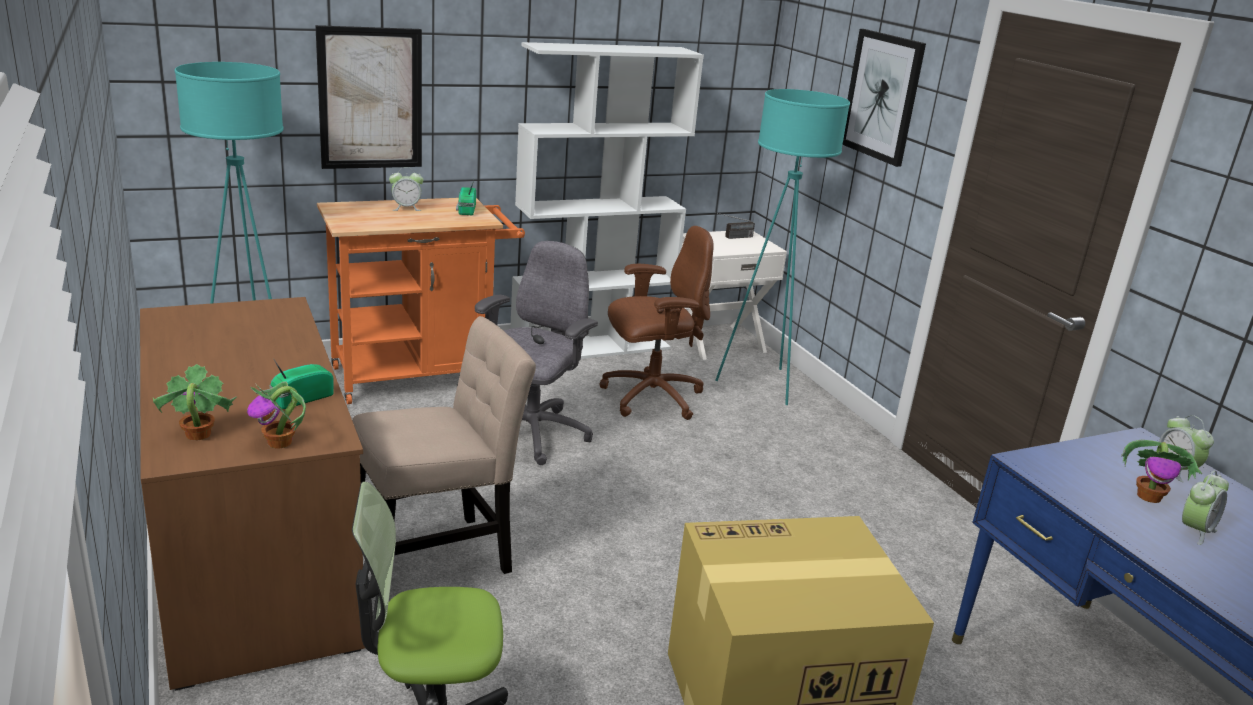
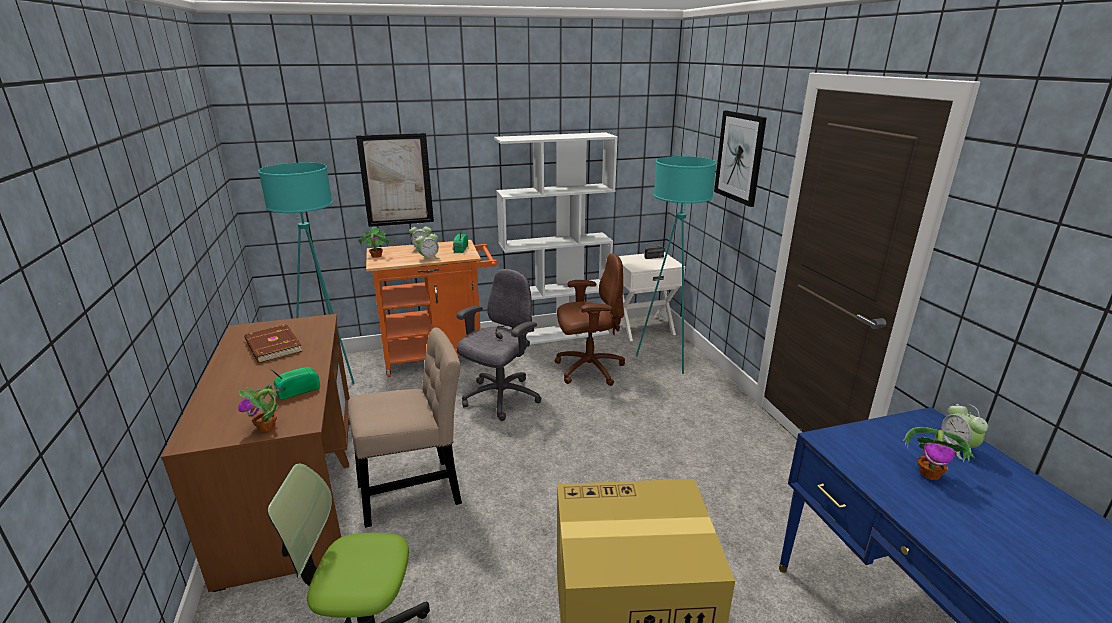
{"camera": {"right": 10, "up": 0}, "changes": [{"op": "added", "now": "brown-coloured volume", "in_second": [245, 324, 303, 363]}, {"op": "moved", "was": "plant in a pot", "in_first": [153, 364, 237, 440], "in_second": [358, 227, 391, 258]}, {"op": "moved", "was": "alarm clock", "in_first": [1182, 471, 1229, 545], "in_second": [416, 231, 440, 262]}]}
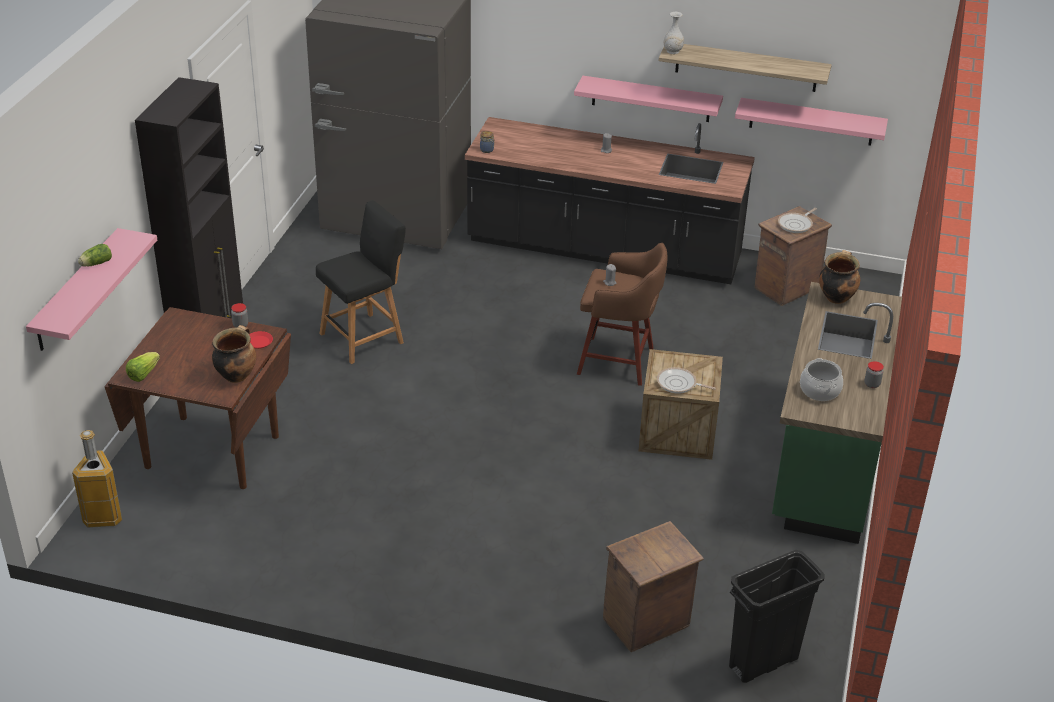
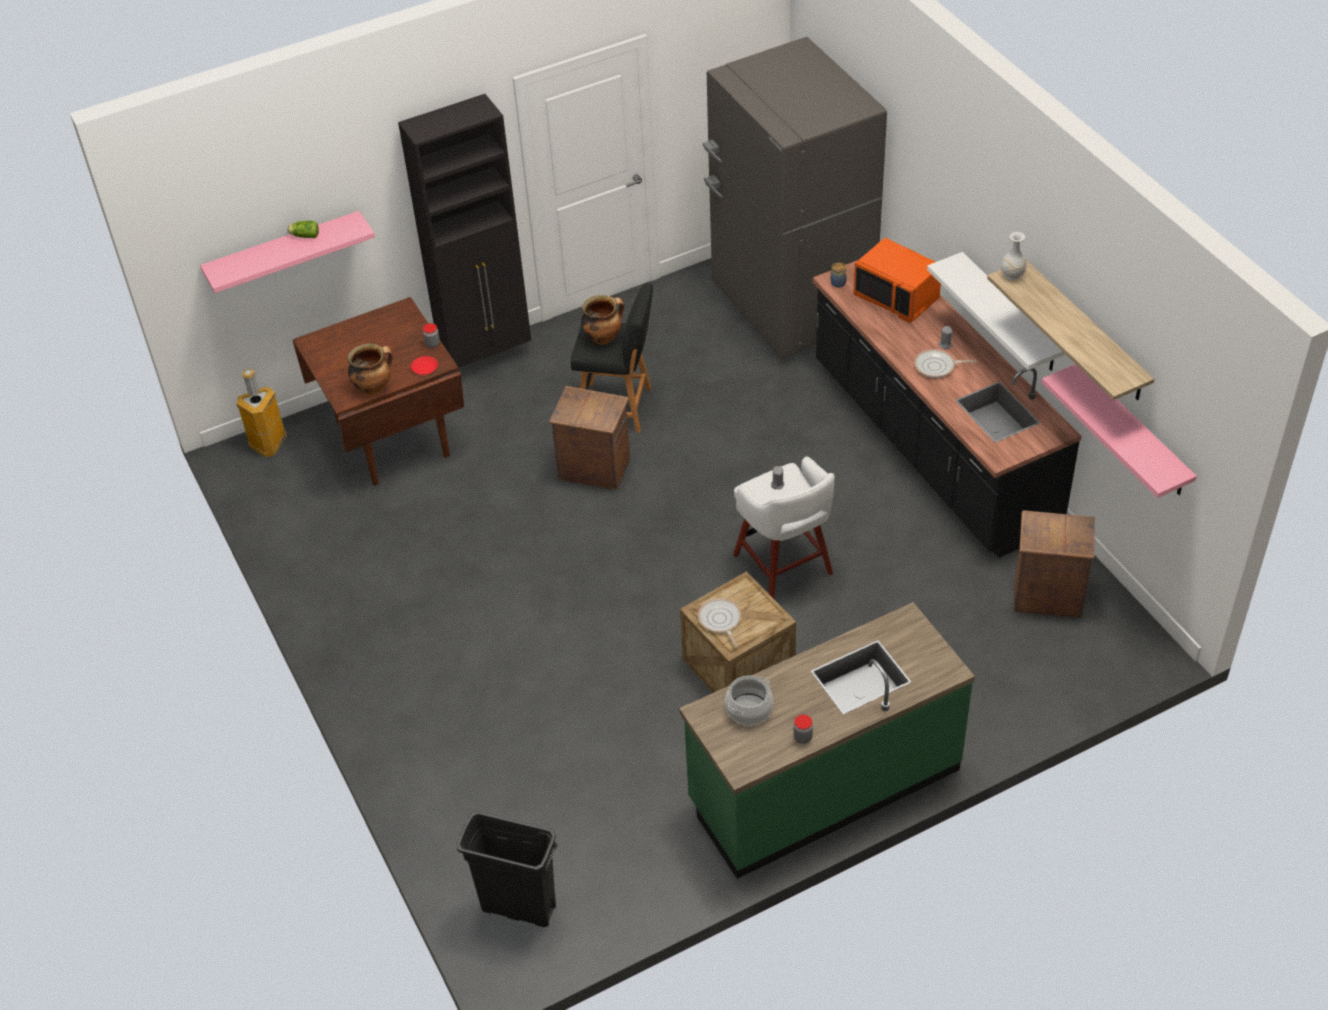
{"camera": {"right": 50, "up": 10}, "changes": [{"op": "removed", "was": "head of lettuce", "in_first": [126, 352, 160, 382]}, {"op": "added", "now": "orange-coloured kitchen microwave", "in_second": [853, 237, 941, 323]}, {"op": "moved", "was": "crate", "in_first": [603, 521, 704, 652], "in_second": [549, 386, 630, 490]}, {"op": "moved", "was": "pan", "in_first": [778, 208, 817, 233], "in_second": [914, 349, 977, 378]}, {"op": "moved", "was": "saucepot", "in_first": [819, 250, 860, 304], "in_second": [581, 295, 624, 345]}, {"op": "recoloured", "was": "pinkish bracket shelf", "now": "white-coloured bracket shelf", "in_first": [574, 76, 723, 122], "in_second": [927, 252, 1065, 371]}, {"op": "recoloured", "was": "brown-coloured sitting stool", "now": "white-coloured sitting stool", "in_first": [577, 243, 668, 386], "in_second": [733, 456, 835, 599]}]}
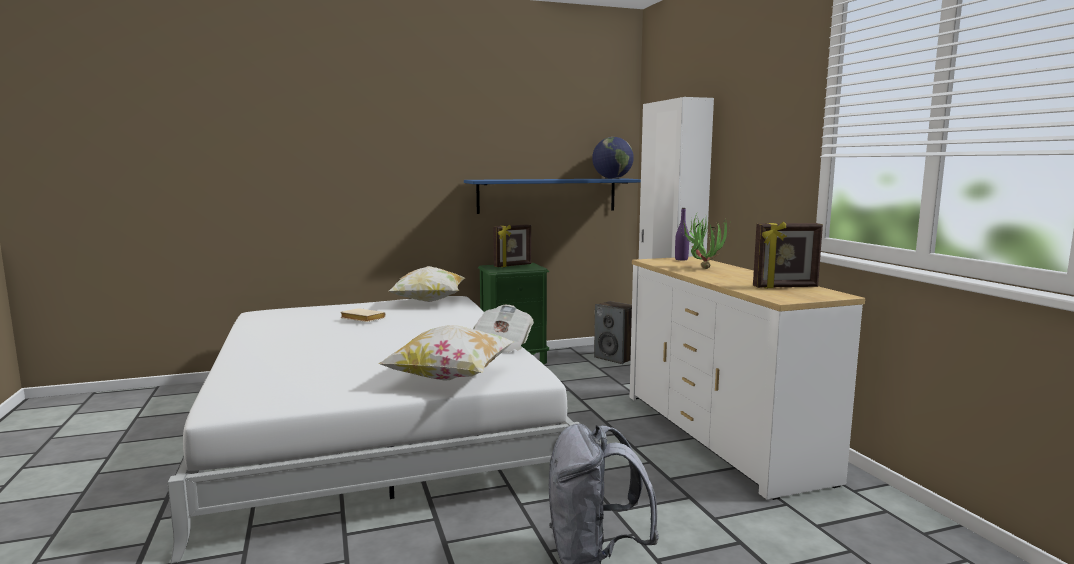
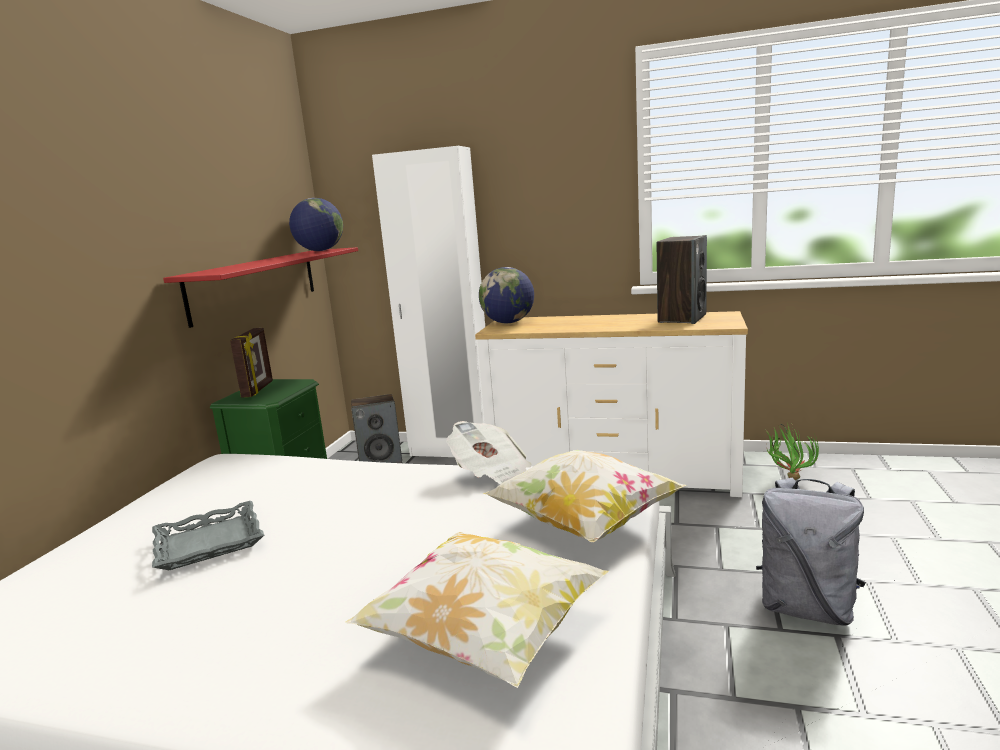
{"camera": {"right": -55, "up": 5}, "changes": [{"op": "moved", "was": "cushion", "in_first": [389, 266, 465, 302], "in_second": [345, 532, 609, 688]}, {"op": "moved", "was": "plant in a pot", "in_first": [681, 214, 727, 269], "in_second": [766, 423, 819, 480]}, {"op": "replaced", "was": "beige volume", "now": "grey tray", "in_first": [340, 308, 386, 322], "in_second": [152, 501, 264, 570]}, {"op": "replaced", "was": "purplish drink bottle", "now": "world globe", "in_first": [675, 208, 689, 260], "in_second": [479, 267, 534, 323]}, {"op": "replaced", "was": "photo frame", "now": "speaker", "in_first": [753, 222, 823, 288], "in_second": [657, 235, 707, 324]}, {"op": "recoloured", "was": "blue bracket shelf", "now": "reddish bracket shelf", "in_first": [464, 178, 641, 214], "in_second": [163, 247, 358, 328]}]}
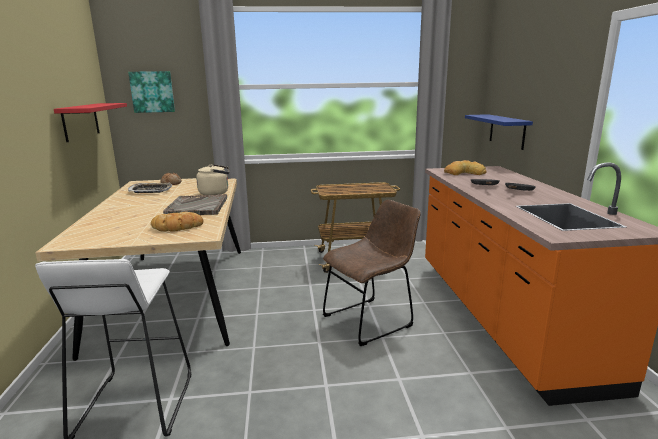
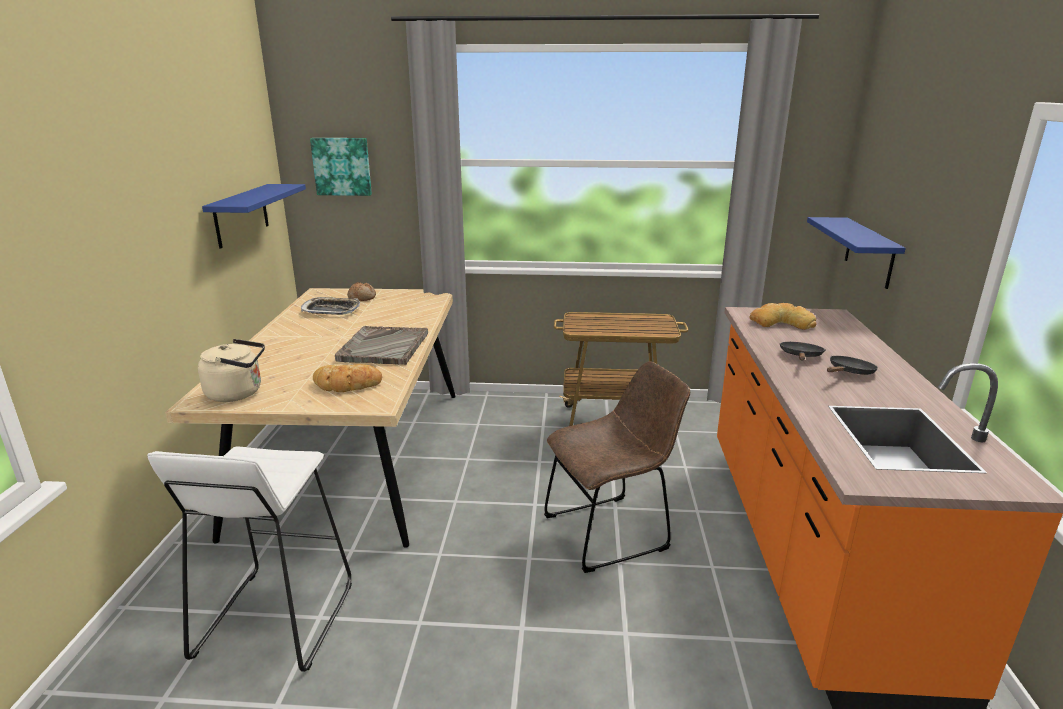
{"camera": {"right": 10, "up": 5}, "changes": [{"op": "moved", "was": "beige tea kettle", "in_first": [196, 164, 229, 195], "in_second": [198, 339, 265, 402]}, {"op": "recoloured", "was": "reddish bracket shelf", "now": "blue bracket shelf", "in_first": [54, 103, 127, 142], "in_second": [202, 184, 306, 248]}]}
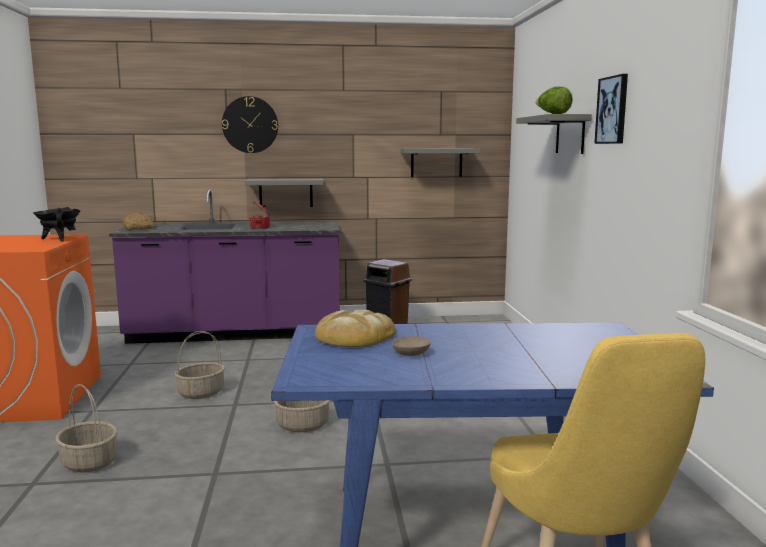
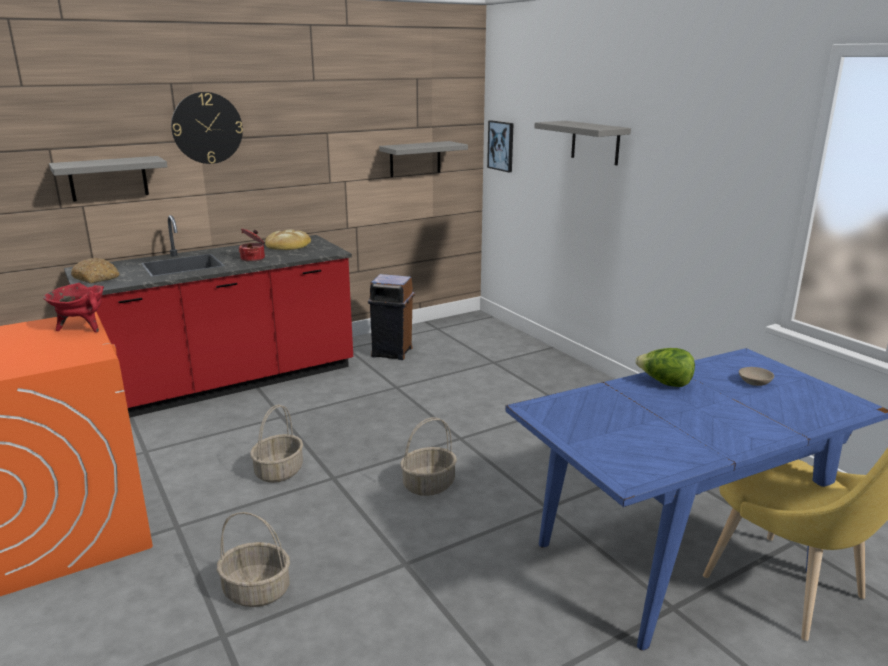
{"camera": {"right": -25, "up": 10}, "changes": [{"op": "moved", "was": "grey bracket shelf", "in_first": [245, 178, 324, 207], "in_second": [49, 156, 167, 202]}, {"op": "moved", "was": "bakery bread", "in_first": [315, 310, 396, 347], "in_second": [265, 229, 311, 250]}, {"op": "moved", "was": "beige serving bowl", "in_first": [392, 336, 431, 356], "in_second": [739, 367, 774, 386]}, {"op": "moved", "was": "head of lettuce", "in_first": [536, 86, 573, 114], "in_second": [635, 348, 695, 387]}, {"op": "moved", "was": "picture", "in_first": [594, 74, 628, 144], "in_second": [487, 120, 514, 173]}, {"op": "recoloured", "was": "black saucepot", "now": "reddish saucepot", "in_first": [33, 207, 81, 242], "in_second": [43, 283, 104, 333]}, {"op": "recoloured", "was": "purplish kitchen base unit", "now": "reddish kitchen base unit", "in_first": [109, 189, 340, 344], "in_second": [64, 215, 353, 418]}]}
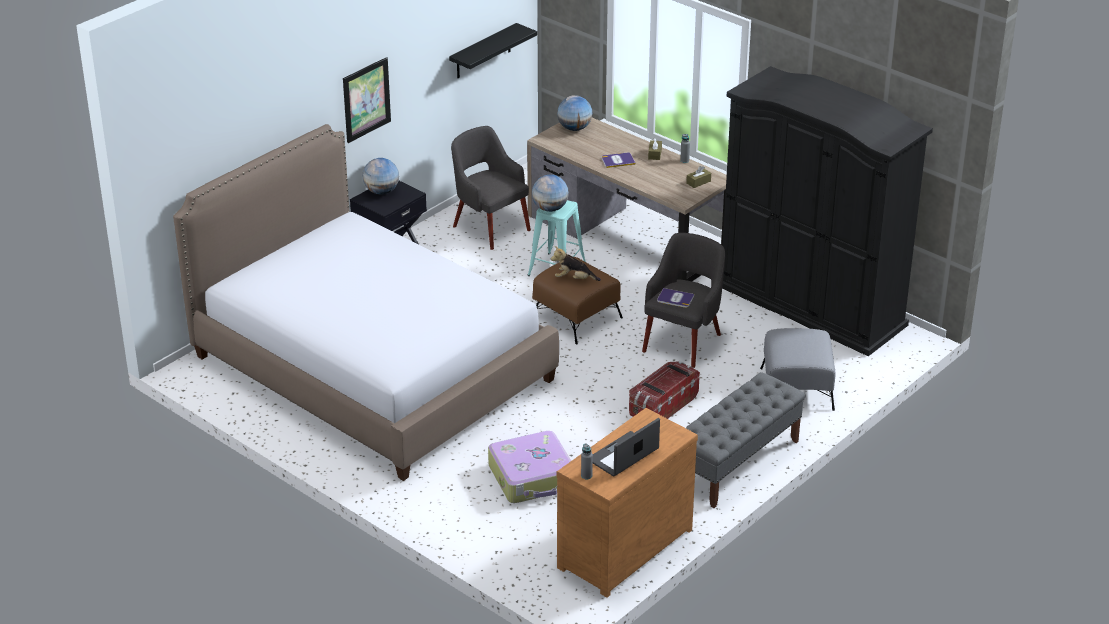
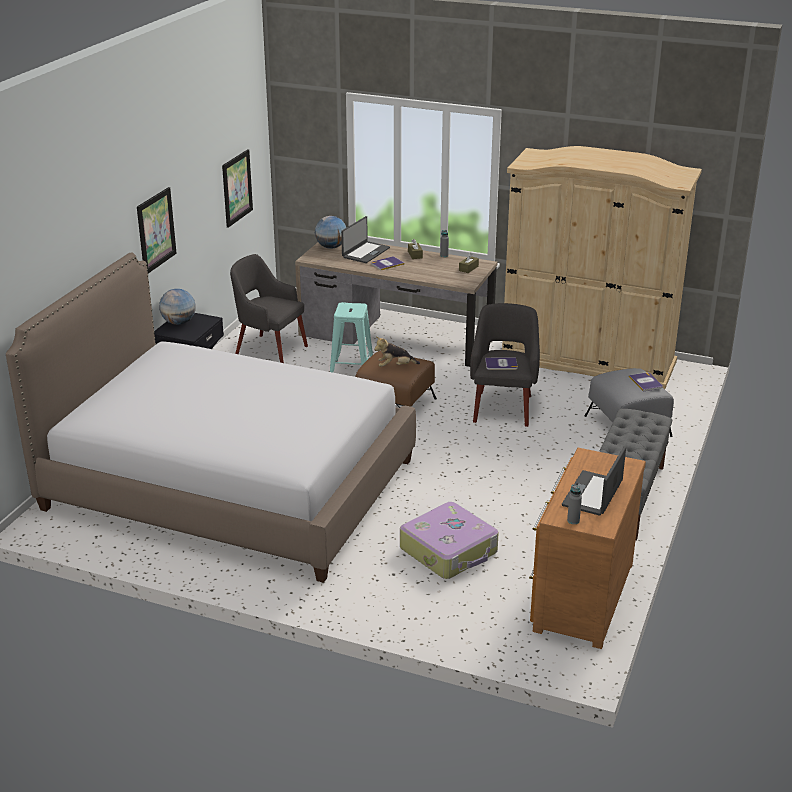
{"camera": {"right": -20, "up": -5}, "changes": [{"op": "removed", "was": "world globe", "in_first": [532, 175, 569, 212]}, {"op": "removed", "was": "storage bin", "in_first": [629, 361, 700, 419]}, {"op": "added", "now": "notebook computer", "in_second": [341, 216, 390, 263]}, {"op": "added", "now": "volume", "in_second": [629, 372, 663, 392]}, {"op": "replaced", "was": "black bracket shelf", "now": "picture", "in_first": [449, 23, 537, 78], "in_second": [222, 149, 253, 228]}, {"op": "recoloured", "was": "black armoire", "now": "beige armoire", "in_first": [722, 66, 933, 356], "in_second": [502, 146, 702, 389]}]}
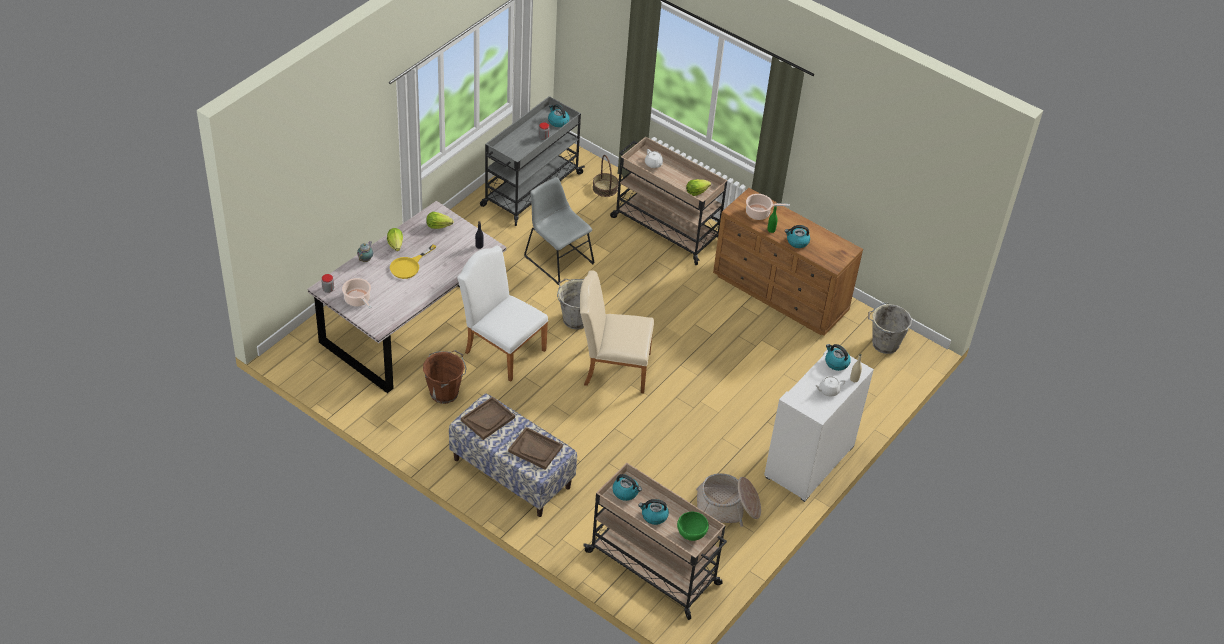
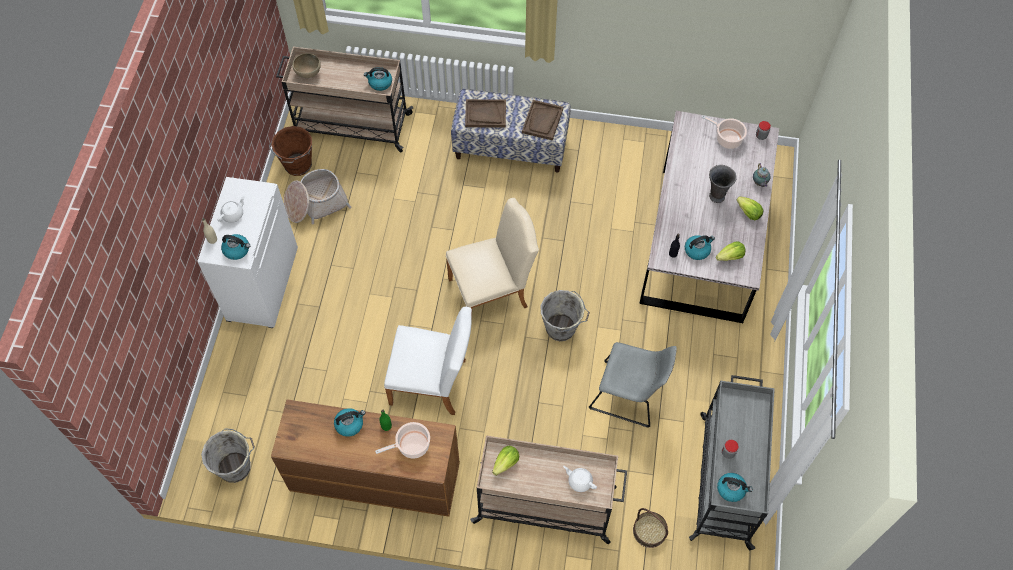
{"camera": {"right": 155, "up": 15}, "changes": [{"op": "moved", "was": "brown-coloured water bucket", "in_first": [423, 350, 467, 404], "in_second": [269, 126, 312, 176]}, {"op": "moved", "was": "white-coloured chair", "in_first": [457, 246, 548, 382], "in_second": [384, 307, 472, 415]}, {"op": "moved", "was": "tea kettle", "in_first": [639, 499, 669, 525], "in_second": [685, 235, 715, 260]}, {"op": "replaced", "was": "yellow-coloured pan", "now": "grey flower vase", "in_first": [390, 244, 437, 279], "in_second": [709, 165, 737, 203]}, {"op": "recoloured", "was": "green serving bowl", "now": "brown-coloured serving bowl", "in_first": [677, 512, 709, 541], "in_second": [292, 53, 321, 78]}]}
